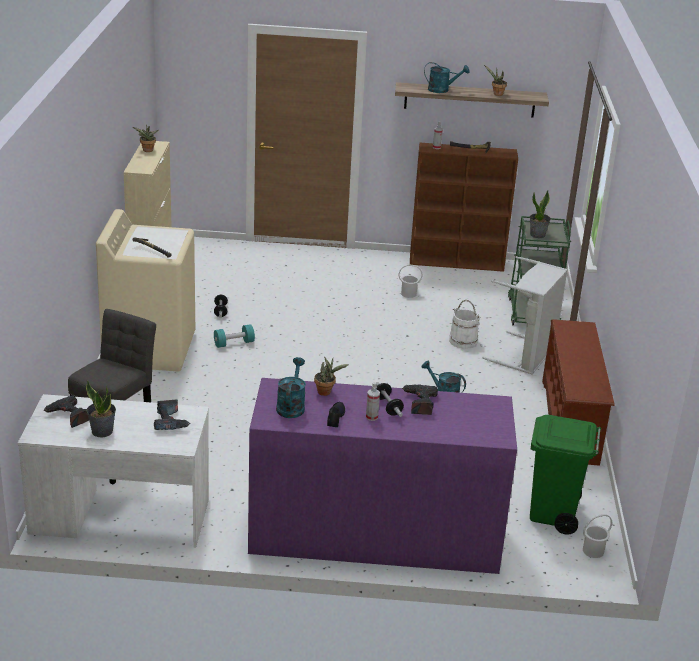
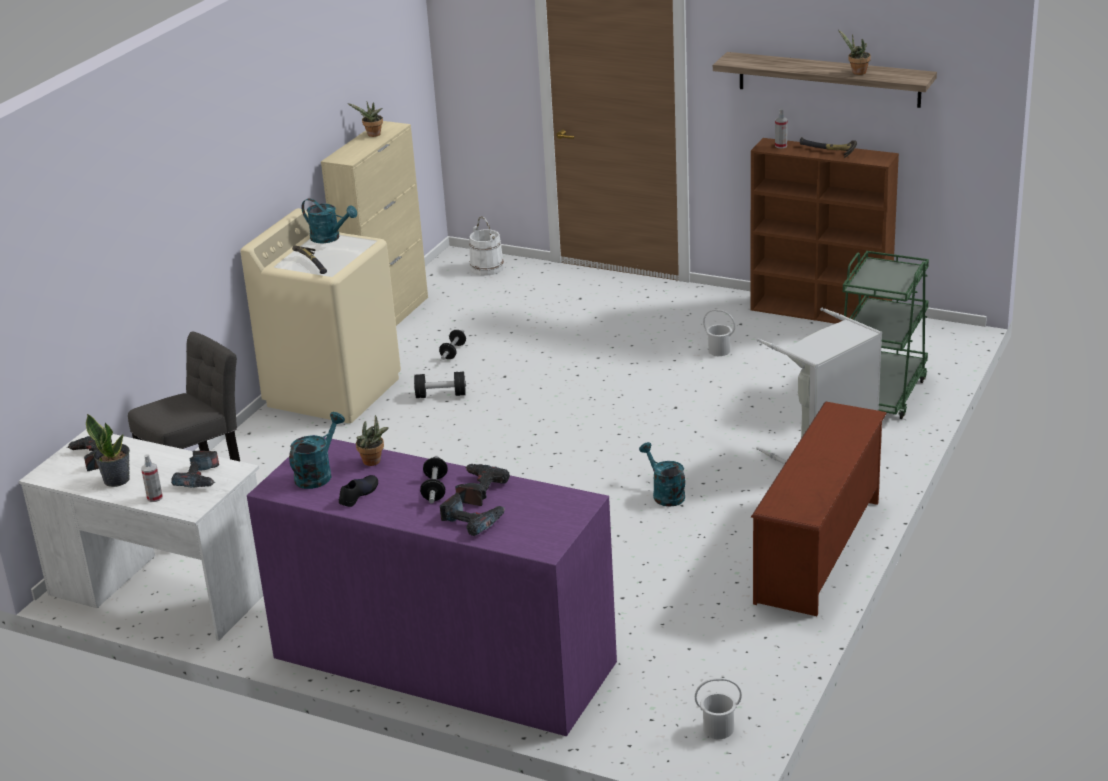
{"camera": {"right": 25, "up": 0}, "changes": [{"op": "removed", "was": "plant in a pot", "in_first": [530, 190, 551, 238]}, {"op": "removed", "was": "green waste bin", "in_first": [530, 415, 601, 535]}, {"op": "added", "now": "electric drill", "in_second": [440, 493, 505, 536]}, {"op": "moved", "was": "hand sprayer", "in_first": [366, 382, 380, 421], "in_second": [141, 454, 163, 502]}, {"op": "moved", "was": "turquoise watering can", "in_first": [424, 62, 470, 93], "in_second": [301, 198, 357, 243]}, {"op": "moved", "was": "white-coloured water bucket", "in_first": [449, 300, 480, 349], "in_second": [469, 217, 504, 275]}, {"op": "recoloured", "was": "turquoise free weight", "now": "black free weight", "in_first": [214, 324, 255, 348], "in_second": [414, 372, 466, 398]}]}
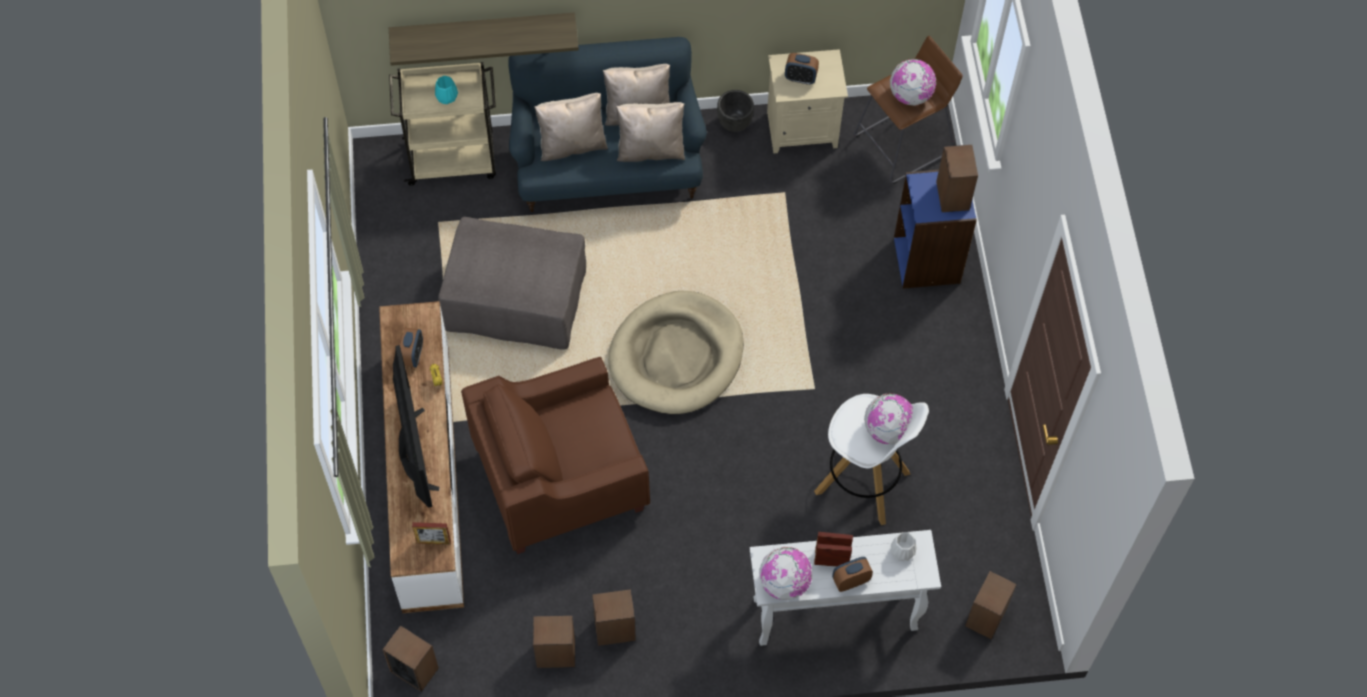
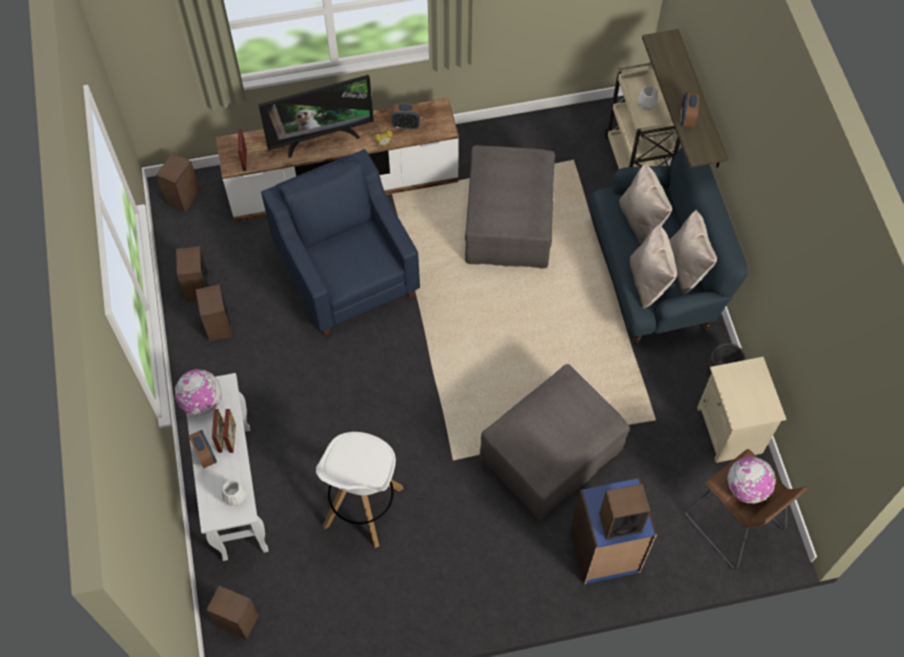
{"camera": {"right": 85, "up": 0}, "changes": [{"op": "removed", "was": "beige dog cushion", "in_first": [608, 291, 744, 414]}, {"op": "removed", "was": "world globe", "in_first": [864, 393, 913, 444]}, {"op": "added", "now": "grey footrest", "in_second": [480, 364, 630, 519]}, {"op": "moved", "was": "alarm clock", "in_first": [785, 53, 819, 85], "in_second": [680, 92, 699, 128]}, {"op": "recoloured", "was": "turquoise flower vase", "now": "white-coloured flower vase", "in_first": [435, 76, 458, 104], "in_second": [638, 86, 658, 111]}, {"op": "recoloured", "was": "brown-coloured lounge chair", "now": "blue lounge chair", "in_first": [461, 357, 650, 554], "in_second": [261, 149, 420, 336]}]}
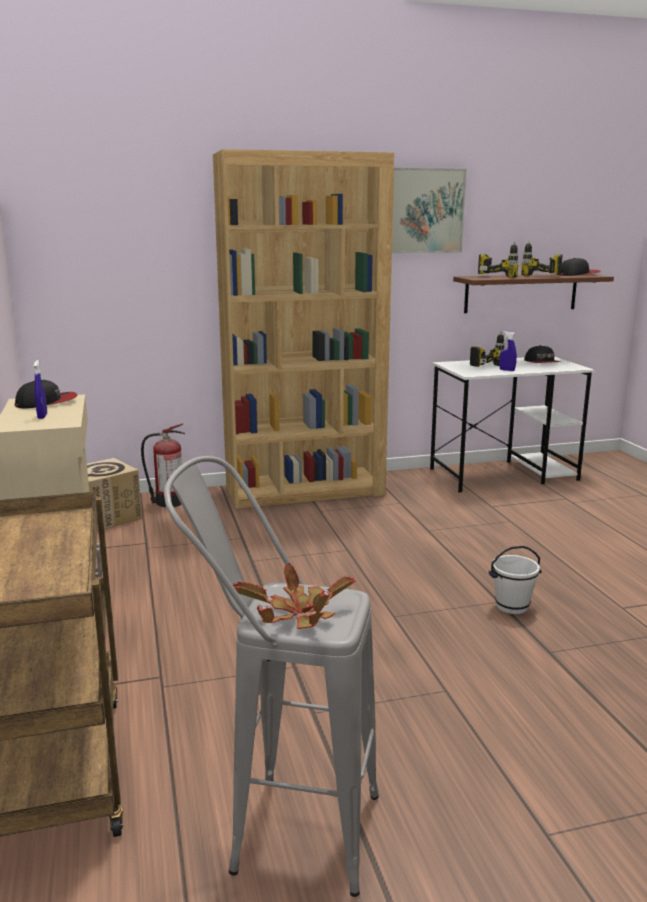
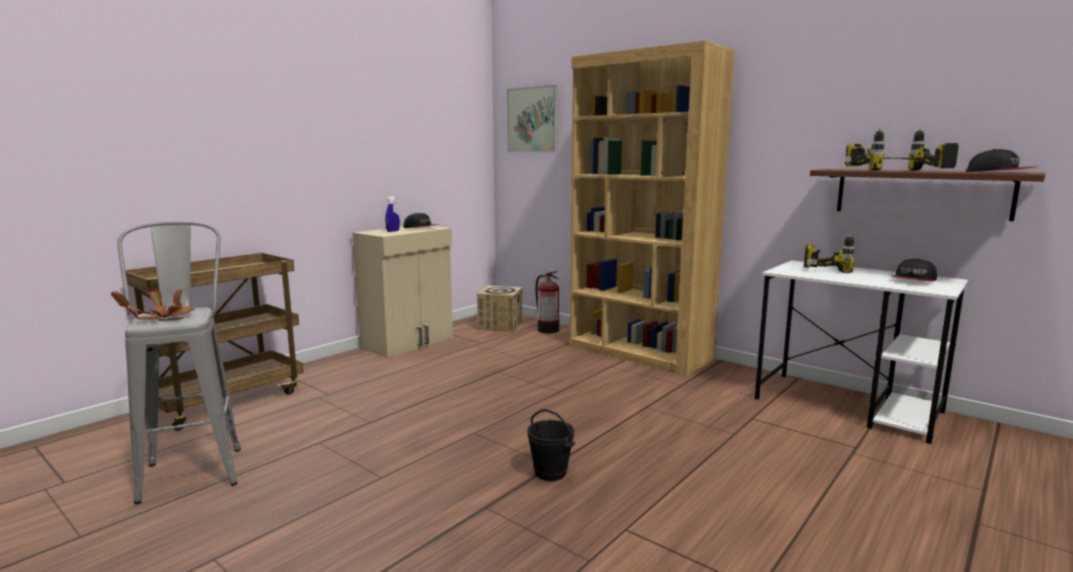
{"camera": {"right": 55, "up": -5}, "changes": [{"op": "removed", "was": "blue hand sprayer", "in_first": [499, 331, 517, 371]}, {"op": "moved", "was": "picture", "in_first": [392, 168, 467, 254], "in_second": [507, 85, 558, 152]}, {"op": "recoloured", "was": "white-coloured water bucket", "now": "black water bucket", "in_first": [489, 546, 542, 614], "in_second": [527, 409, 575, 481]}]}
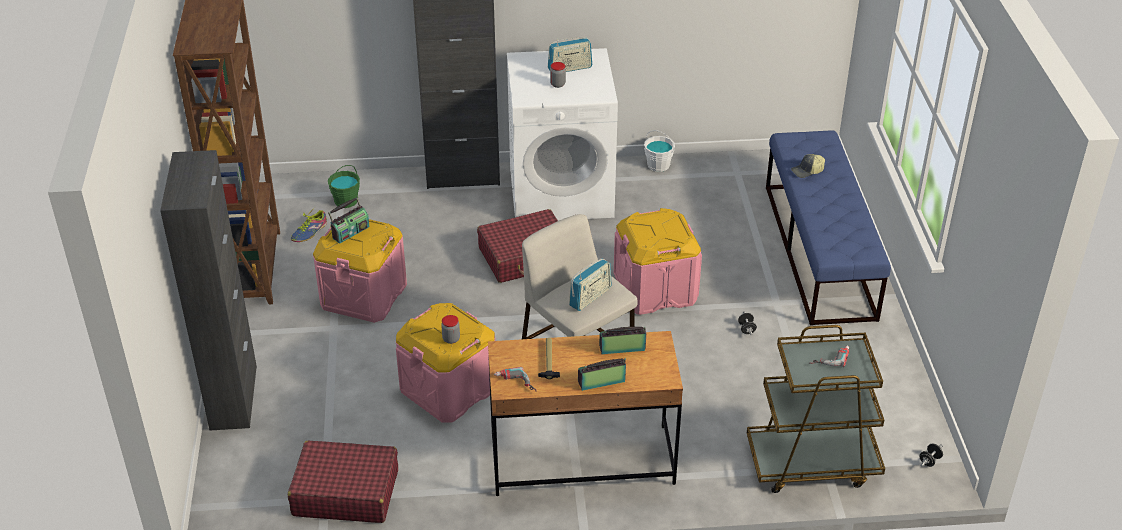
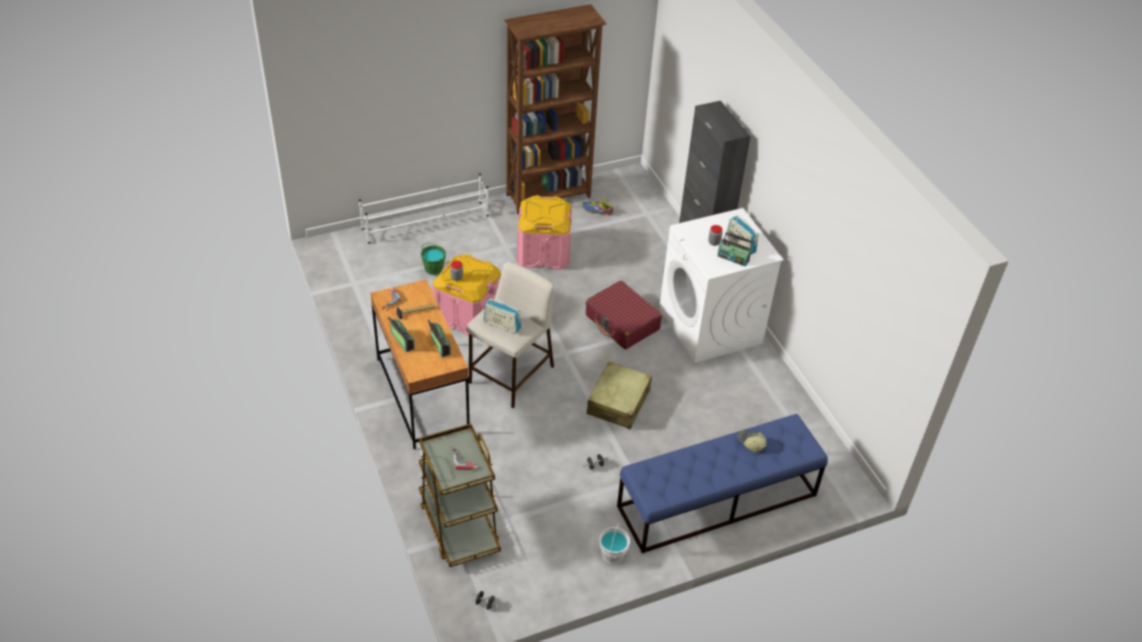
{"camera": {"right": 70, "up": 5}, "changes": [{"op": "removed", "was": "reddish piece of luggage", "in_first": [288, 441, 398, 523]}, {"op": "moved", "was": "green water bucket", "in_first": [328, 165, 360, 208], "in_second": [421, 243, 446, 275]}, {"op": "moved", "was": "radio", "in_first": [328, 197, 370, 244], "in_second": [718, 232, 753, 267]}, {"op": "moved", "was": "white-coloured water bucket", "in_first": [644, 130, 675, 172], "in_second": [599, 523, 630, 564]}, {"op": "replaced", "was": "black cabinet", "now": "white-coloured shoe rack", "in_first": [160, 150, 257, 430], "in_second": [359, 173, 489, 244]}, {"op": "replaced", "was": "pinkish storage bin", "now": "beige piece of luggage", "in_first": [614, 208, 702, 315], "in_second": [587, 361, 652, 429]}]}
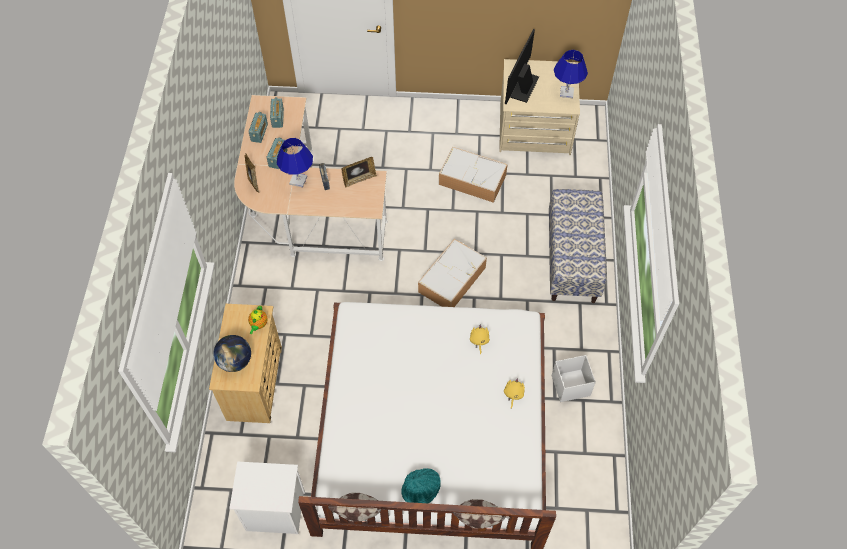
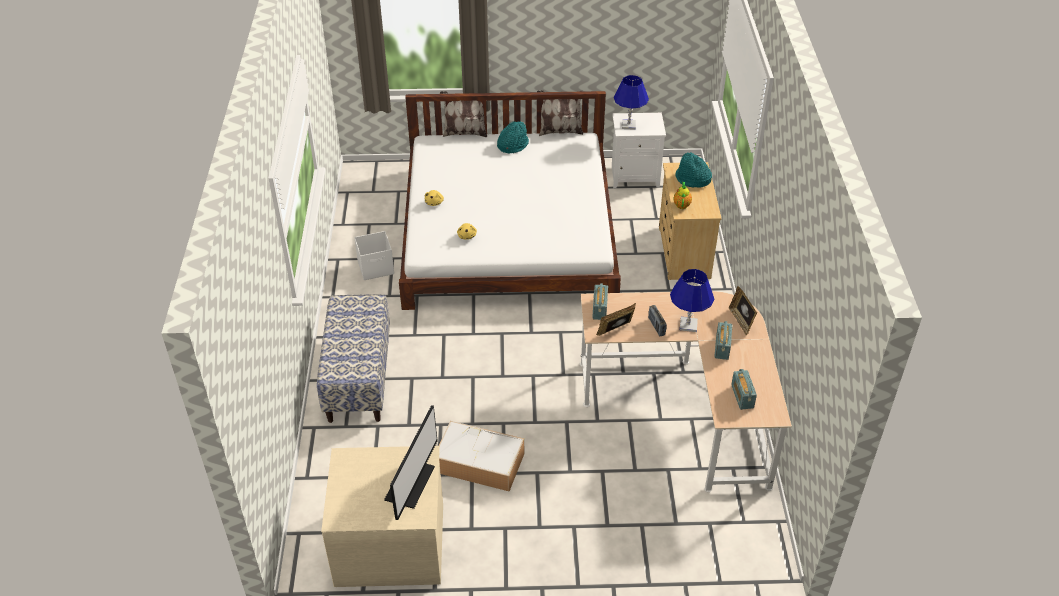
{"camera": {"right": 175, "up": -15}, "changes": [{"op": "removed", "was": "storage bin", "in_first": [418, 239, 487, 307]}, {"op": "moved", "was": "radio", "in_first": [248, 112, 268, 143], "in_second": [592, 283, 608, 320]}, {"op": "moved", "was": "blue tabletop lamp", "in_first": [554, 50, 588, 98], "in_second": [614, 75, 649, 130]}, {"op": "replaced", "was": "world globe", "now": "turquoise hat", "in_first": [213, 335, 251, 372], "in_second": [675, 152, 712, 188]}]}
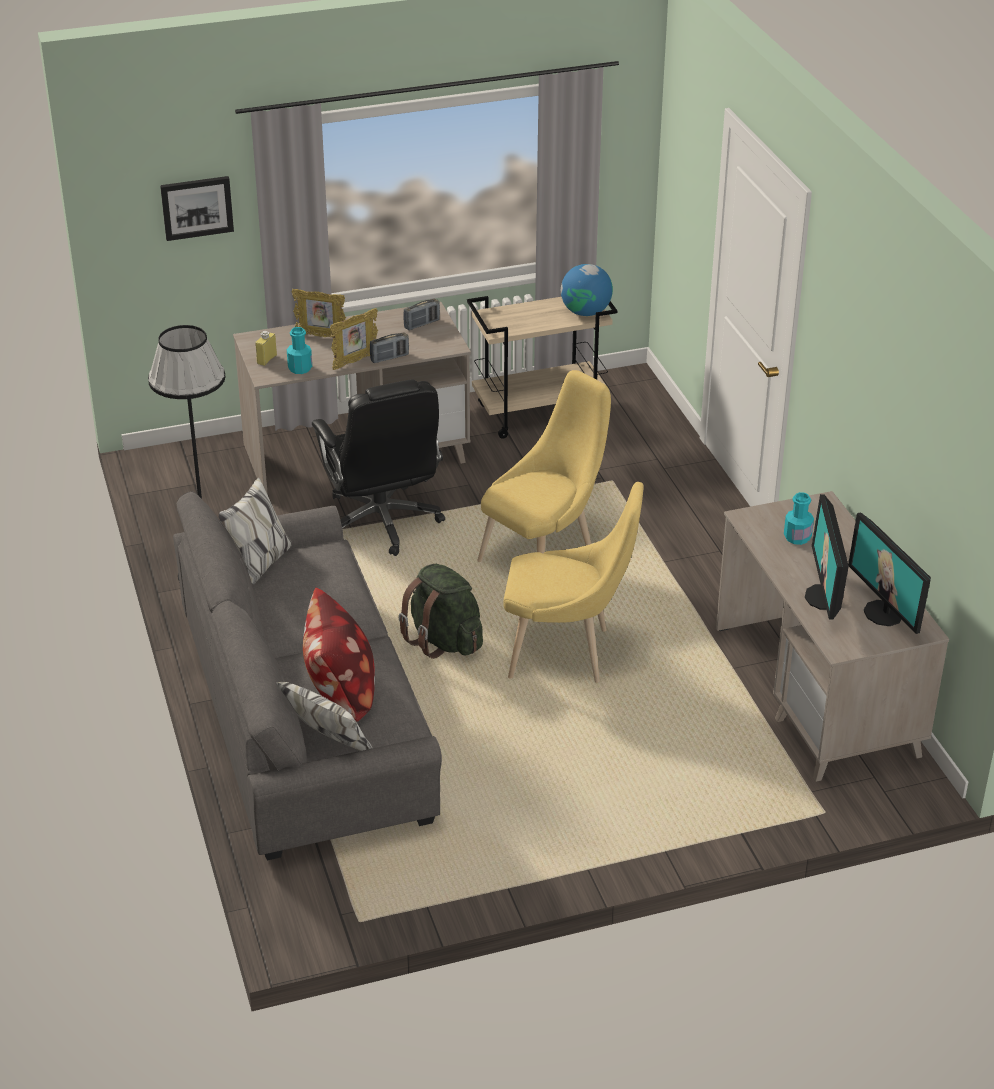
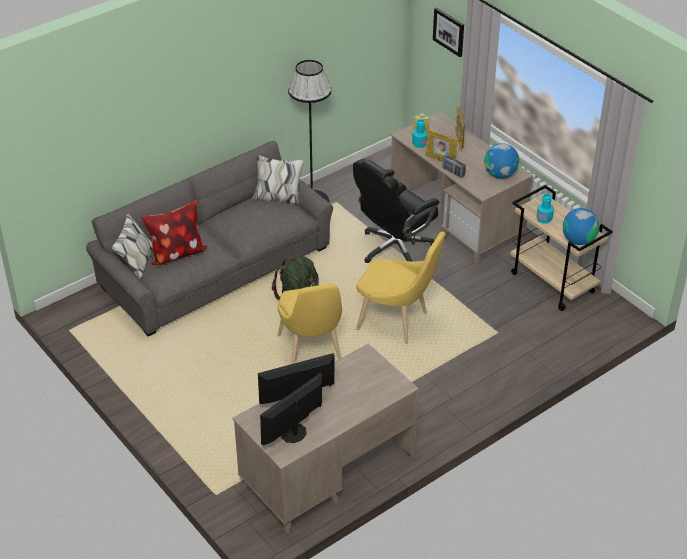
{"camera": {"right": 70, "up": 5}, "changes": [{"op": "moved", "was": "turquoise drink bottle", "in_first": [784, 492, 814, 545], "in_second": [537, 194, 554, 224]}, {"op": "replaced", "was": "radio", "now": "world globe", "in_first": [403, 298, 440, 330], "in_second": [484, 143, 519, 179]}]}
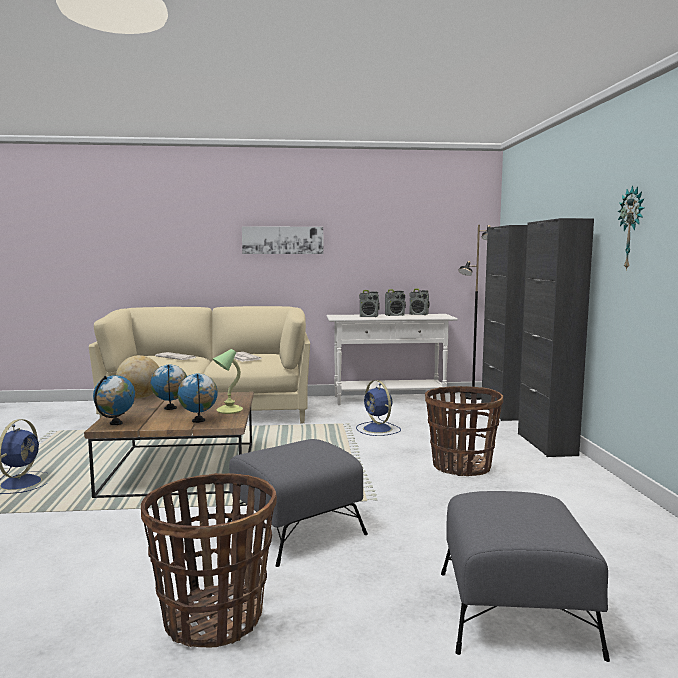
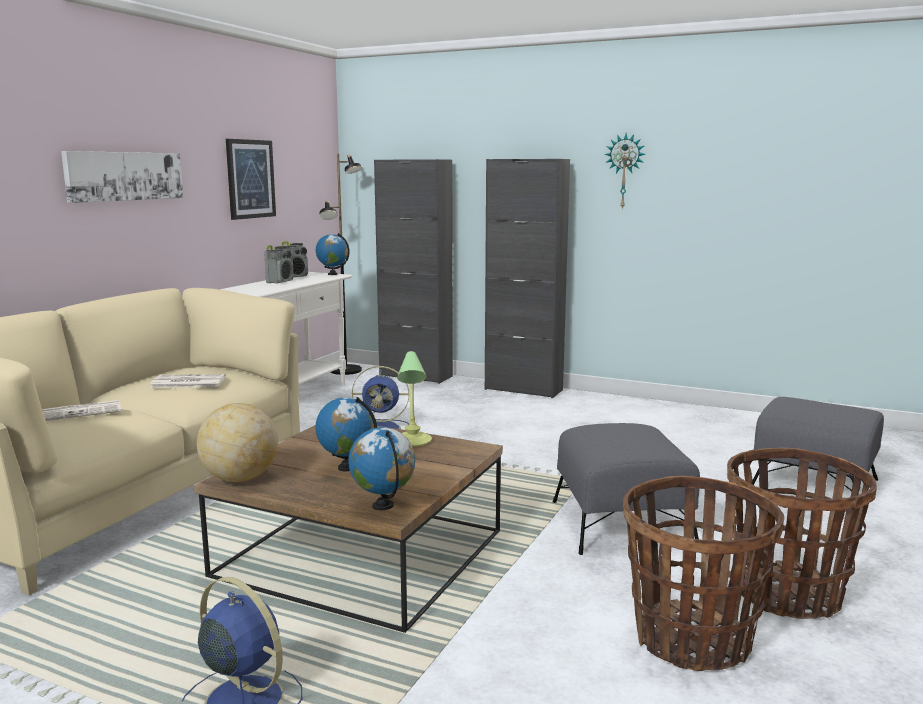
{"camera": {"right": -60, "up": 5}, "changes": [{"op": "removed", "was": "radio", "in_first": [359, 290, 380, 317]}, {"op": "added", "now": "picture", "in_second": [226, 139, 276, 220]}, {"op": "moved", "was": "world globe", "in_first": [178, 374, 218, 423], "in_second": [316, 233, 350, 275]}, {"op": "moved", "was": "storage basket", "in_first": [425, 386, 503, 476], "in_second": [623, 476, 785, 671]}]}
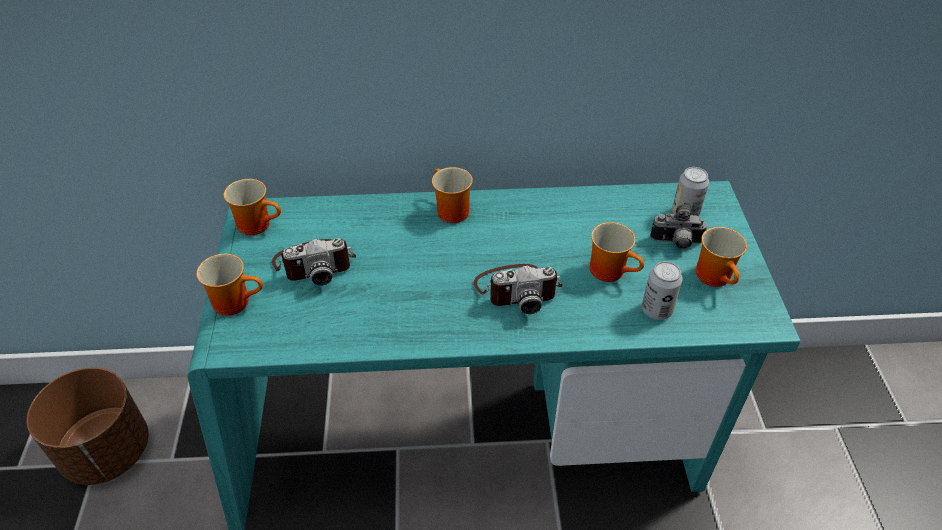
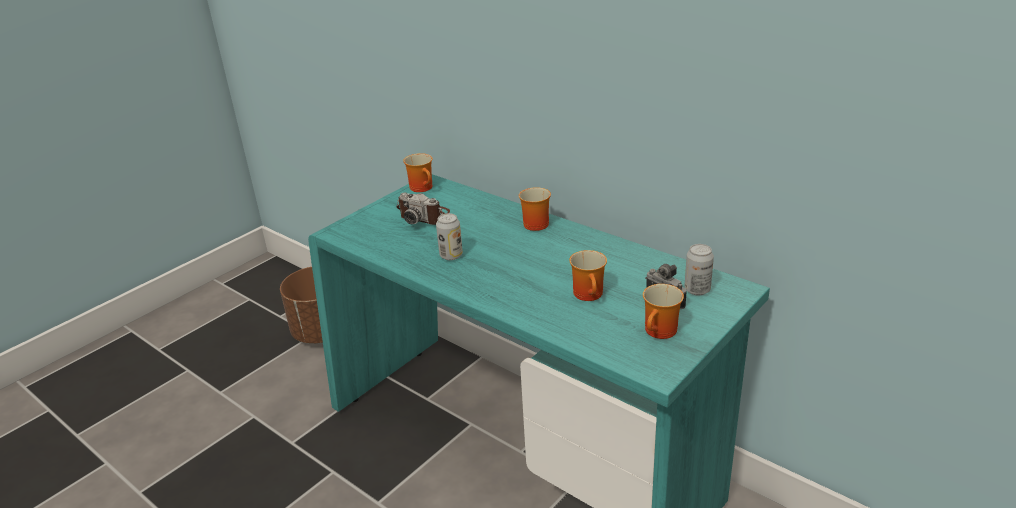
{"camera": {"right": 45, "up": -15}, "changes": [{"op": "removed", "was": "coffee mug", "in_first": [196, 254, 263, 316]}, {"op": "removed", "was": "still camera", "in_first": [474, 264, 563, 314]}, {"op": "moved", "was": "sealed can", "in_first": [642, 261, 683, 320], "in_second": [436, 213, 463, 260]}]}
